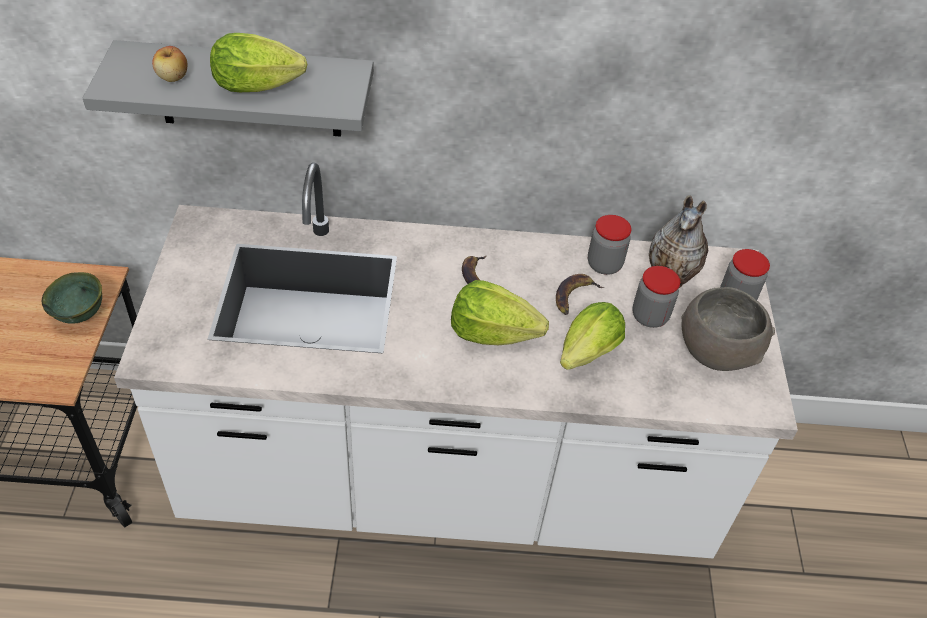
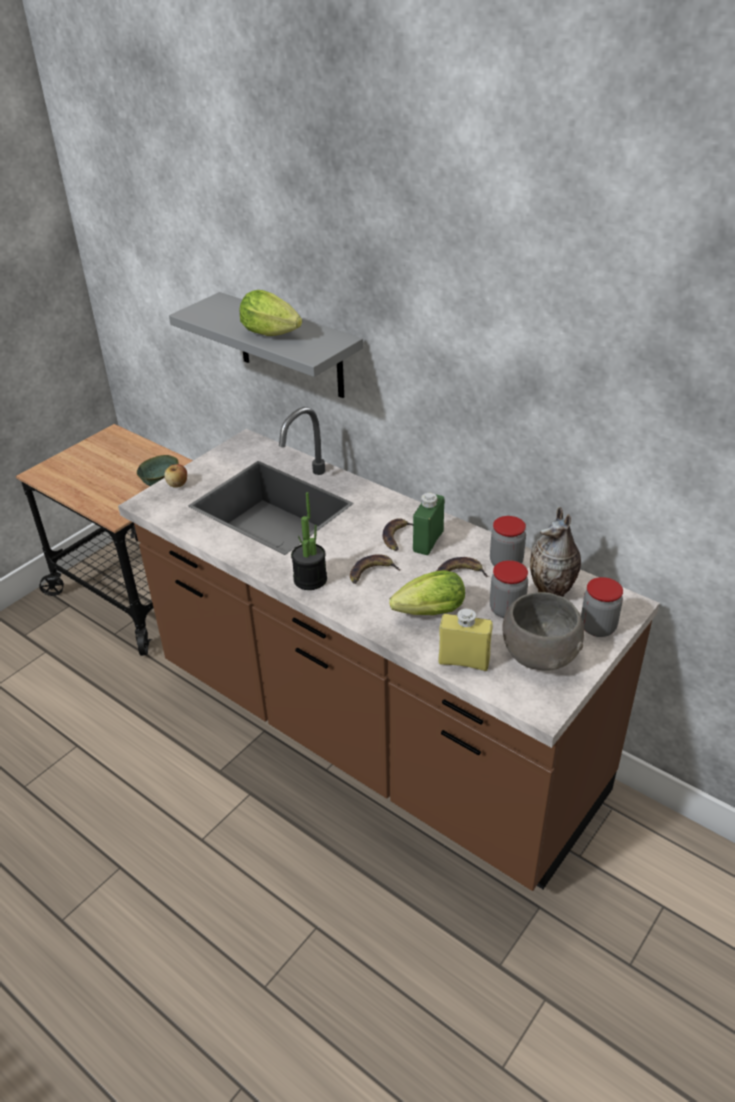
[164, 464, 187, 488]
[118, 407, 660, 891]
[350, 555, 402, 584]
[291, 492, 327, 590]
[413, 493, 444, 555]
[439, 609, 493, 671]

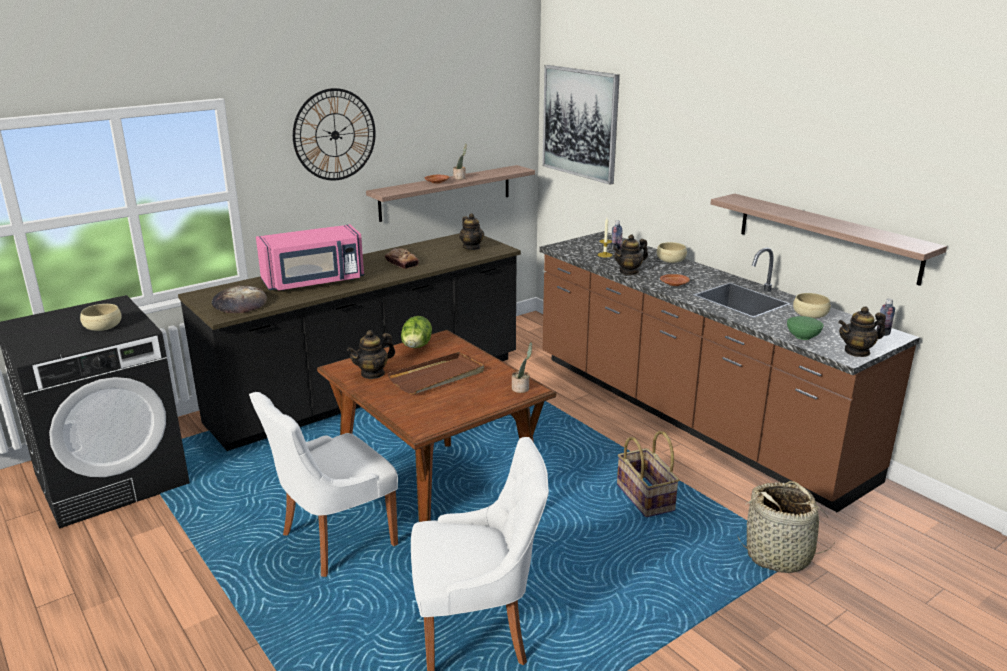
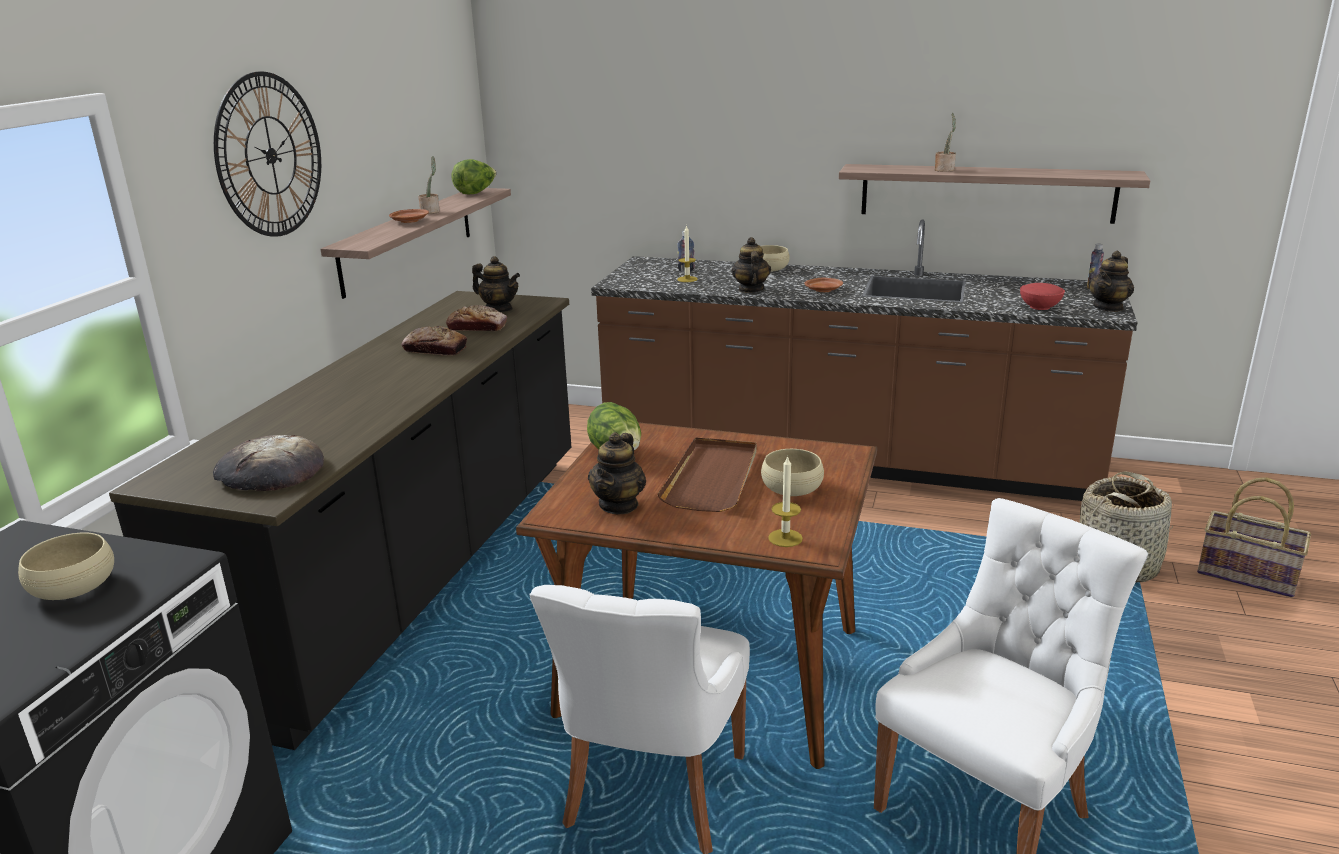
[543, 65, 620, 185] (first image)
[256, 224, 364, 291] (first image)
[731, 237, 771, 293]
[761, 449, 824, 496]
[1020, 283, 1065, 310]
[935, 113, 956, 172]
[1197, 477, 1311, 598]
[451, 159, 496, 194]
[446, 305, 507, 331]
[768, 456, 803, 547]

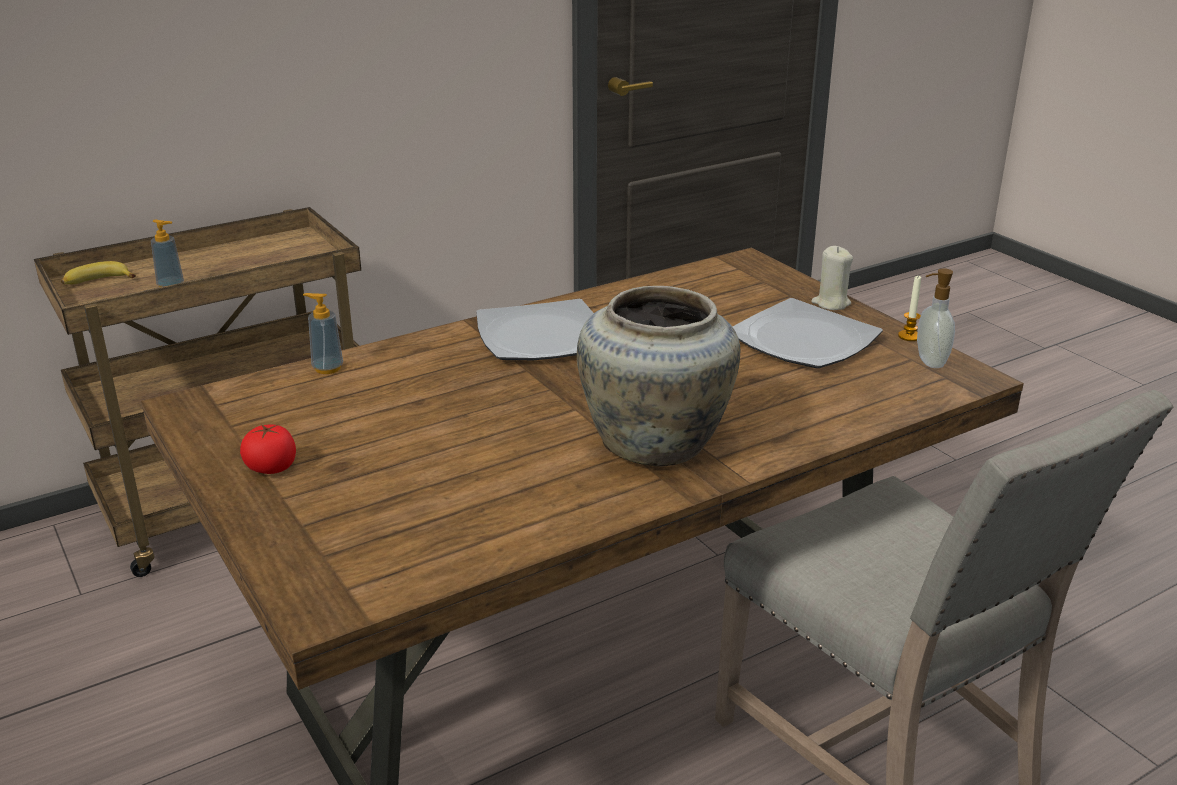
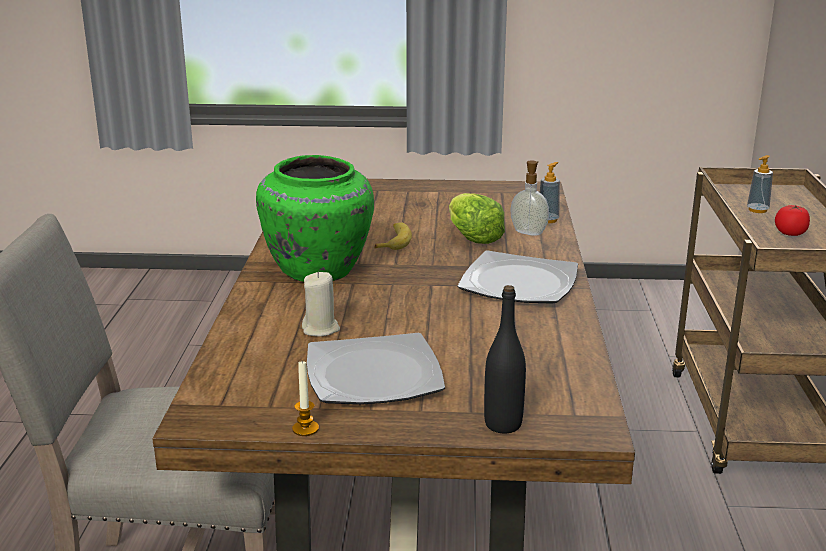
[302, 272, 340, 337]
[374, 222, 412, 250]
[510, 161, 549, 236]
[256, 155, 374, 282]
[775, 205, 810, 236]
[449, 193, 505, 244]
[484, 285, 526, 433]

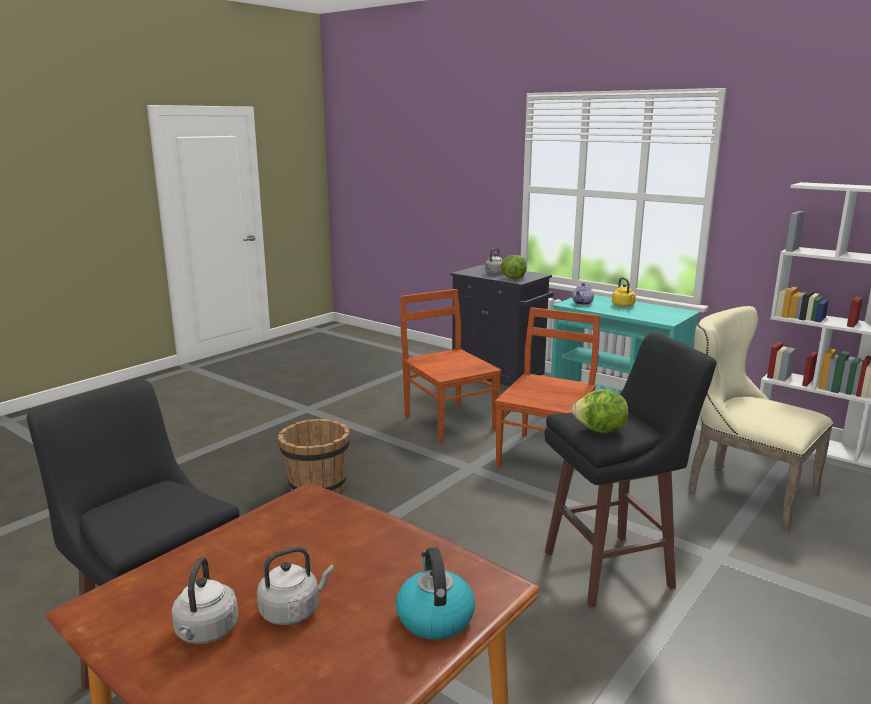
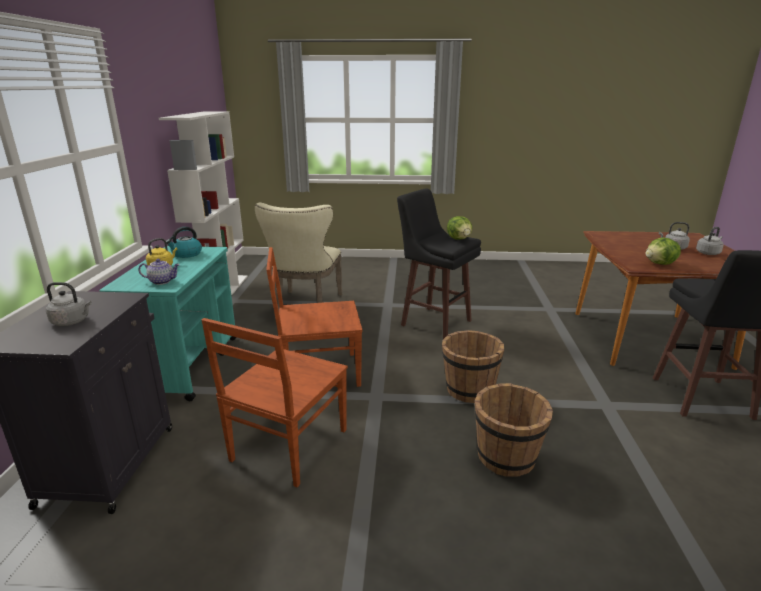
[645, 238, 681, 265]
[166, 227, 202, 258]
[442, 330, 504, 403]

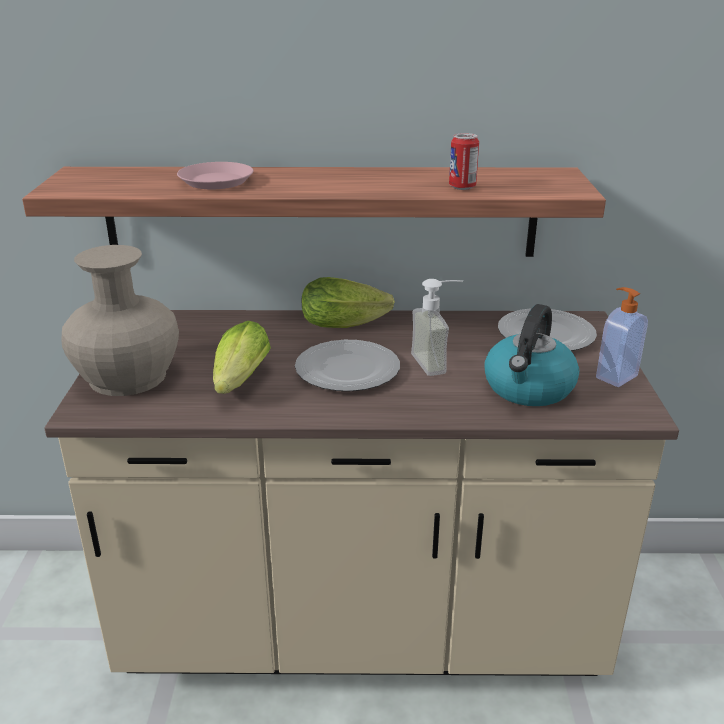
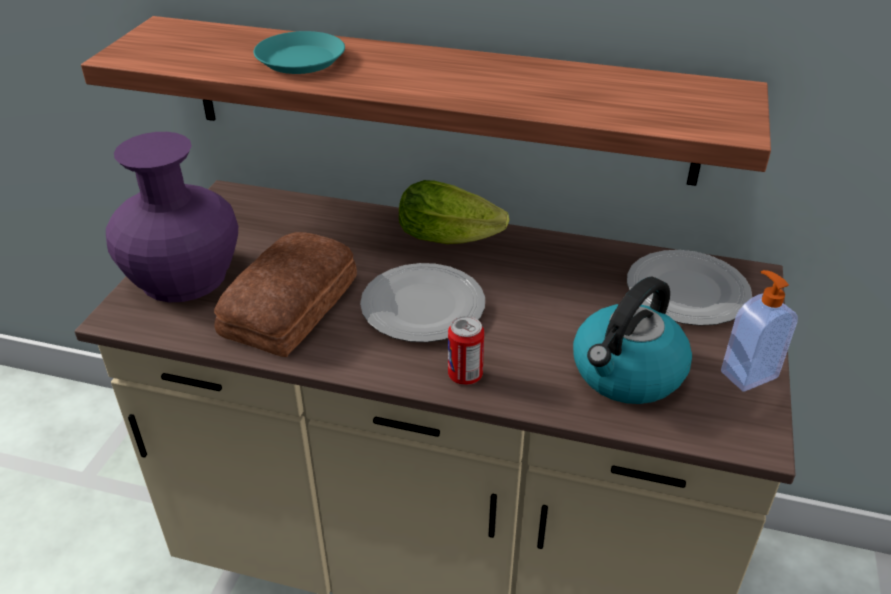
[448, 316, 484, 385]
[254, 31, 345, 74]
[106, 132, 238, 302]
[411, 279, 463, 376] (first image)
[214, 232, 357, 357]

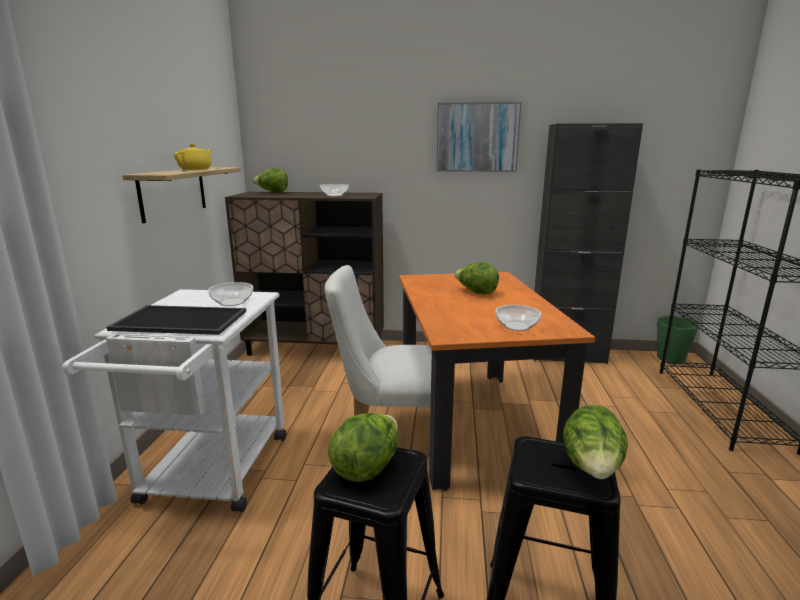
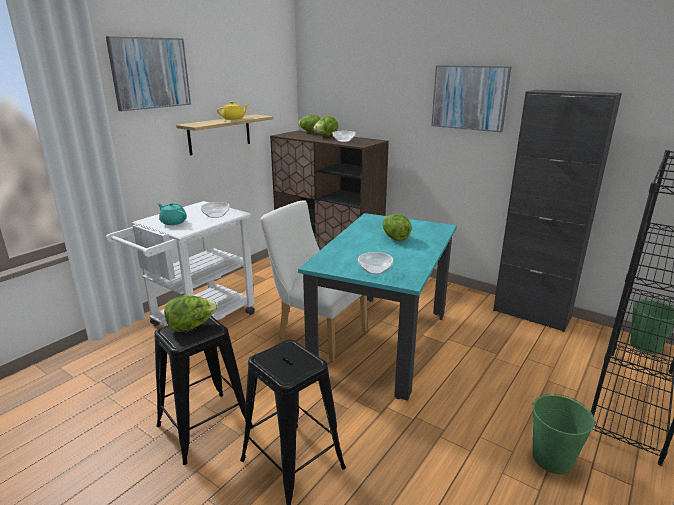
[298, 213, 457, 401]
[157, 202, 187, 225]
[313, 116, 338, 136]
[106, 36, 191, 111]
[532, 394, 596, 474]

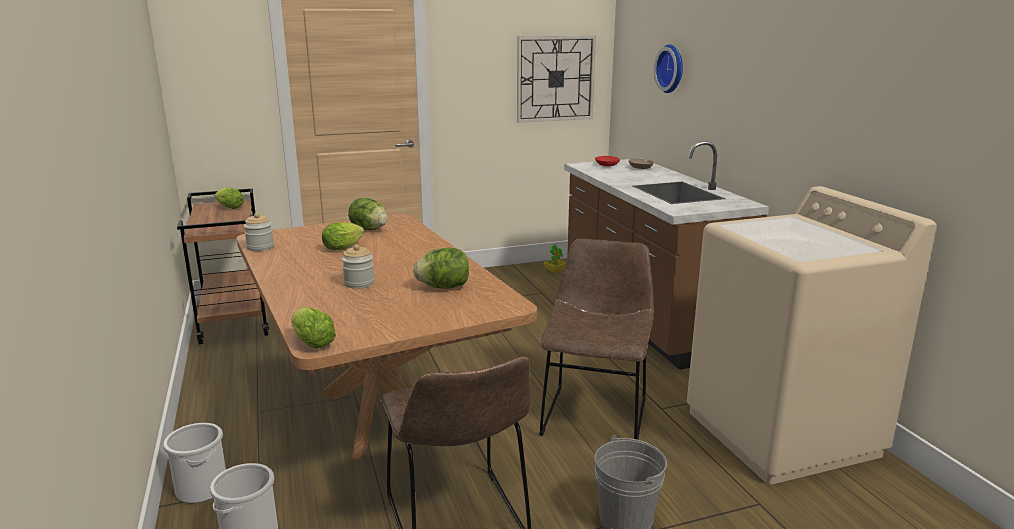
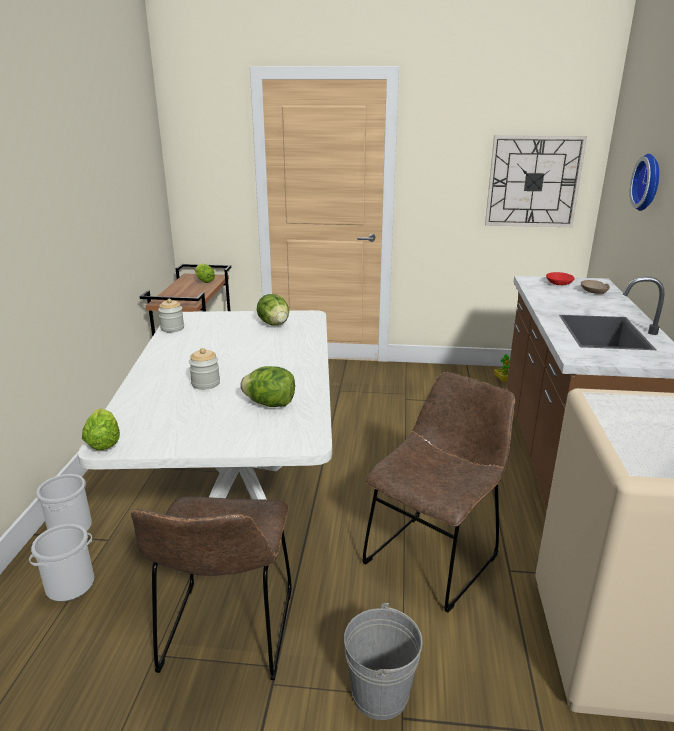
[78, 310, 332, 500]
[322, 222, 364, 250] (first image)

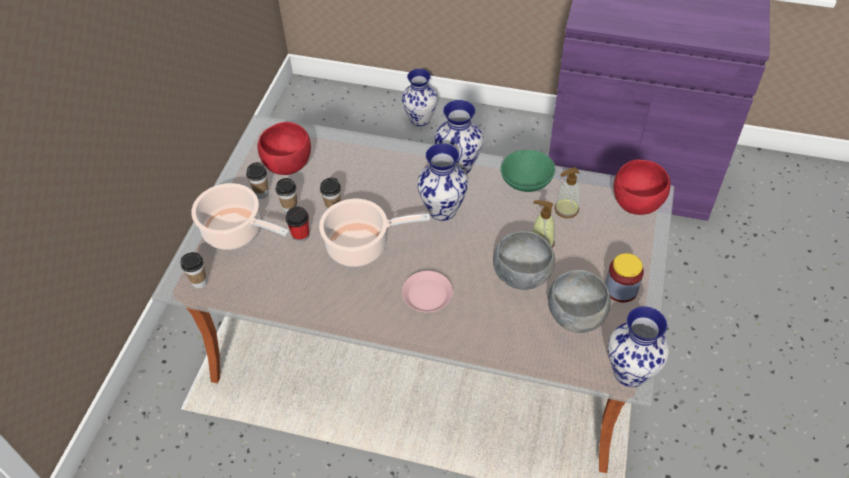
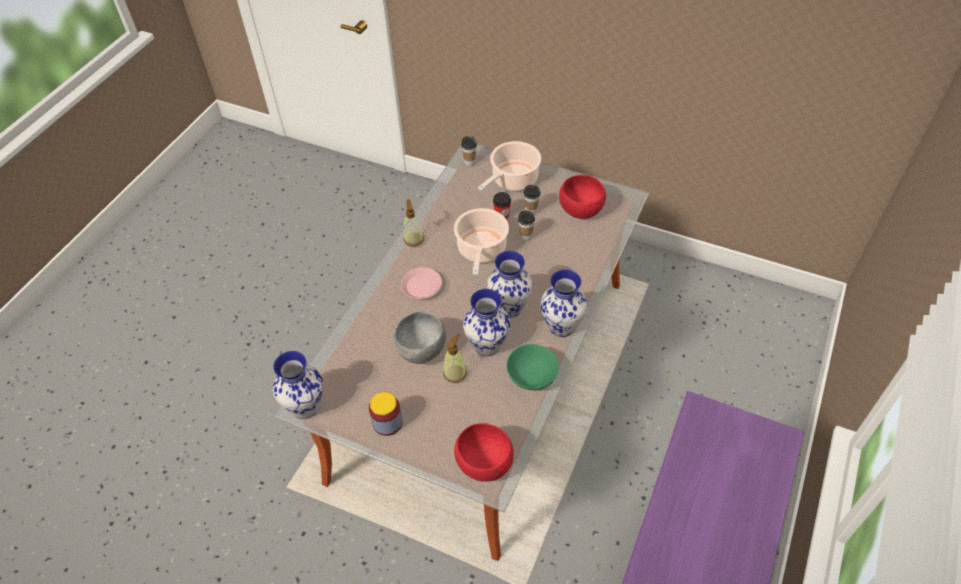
[463, 289, 510, 356]
[246, 162, 269, 199] (first image)
[403, 199, 424, 246]
[548, 270, 611, 333] (first image)

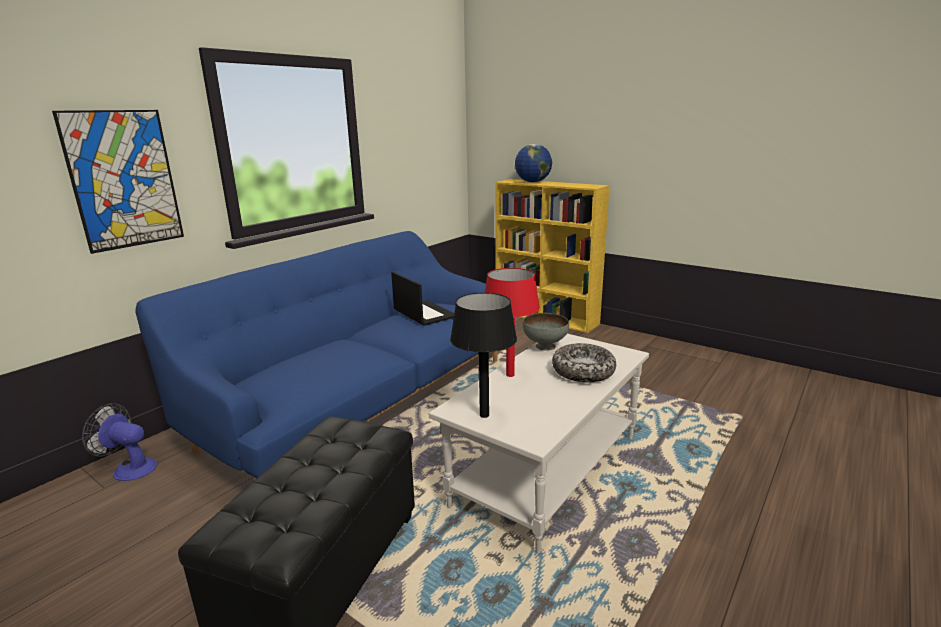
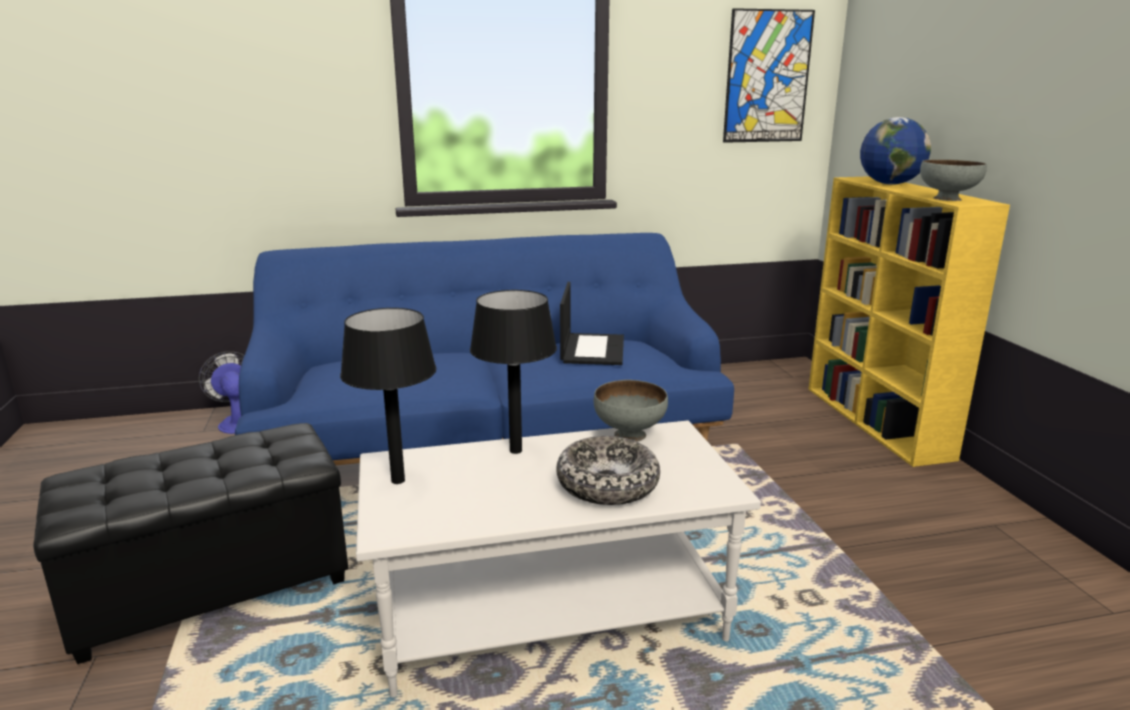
[723, 8, 815, 143]
[470, 290, 557, 454]
[920, 159, 987, 201]

